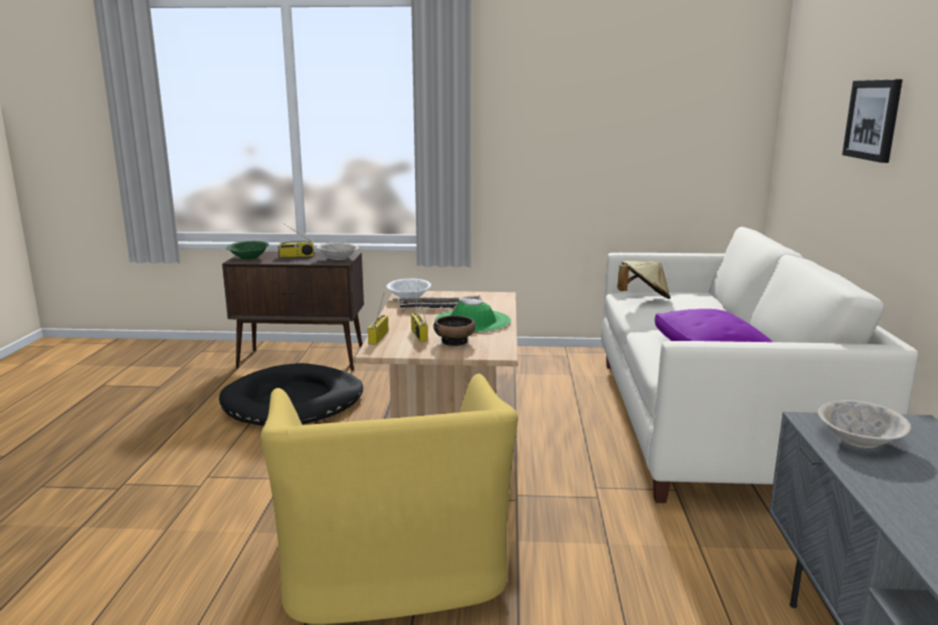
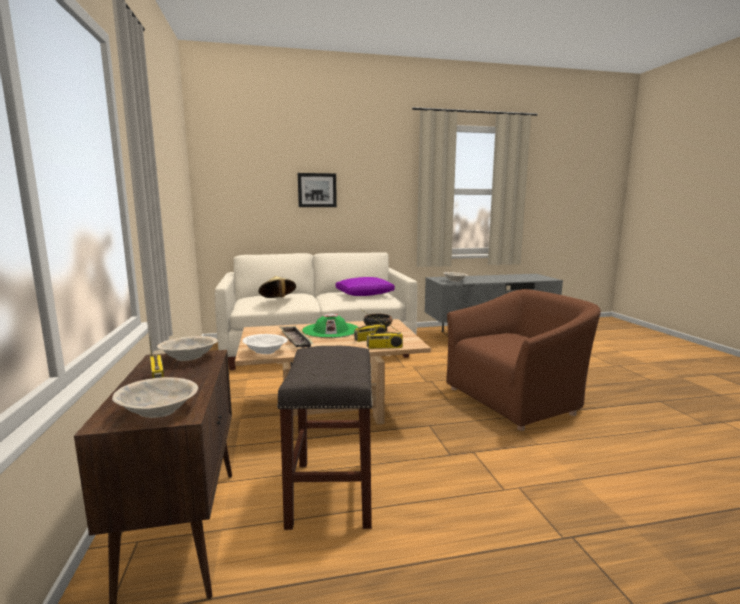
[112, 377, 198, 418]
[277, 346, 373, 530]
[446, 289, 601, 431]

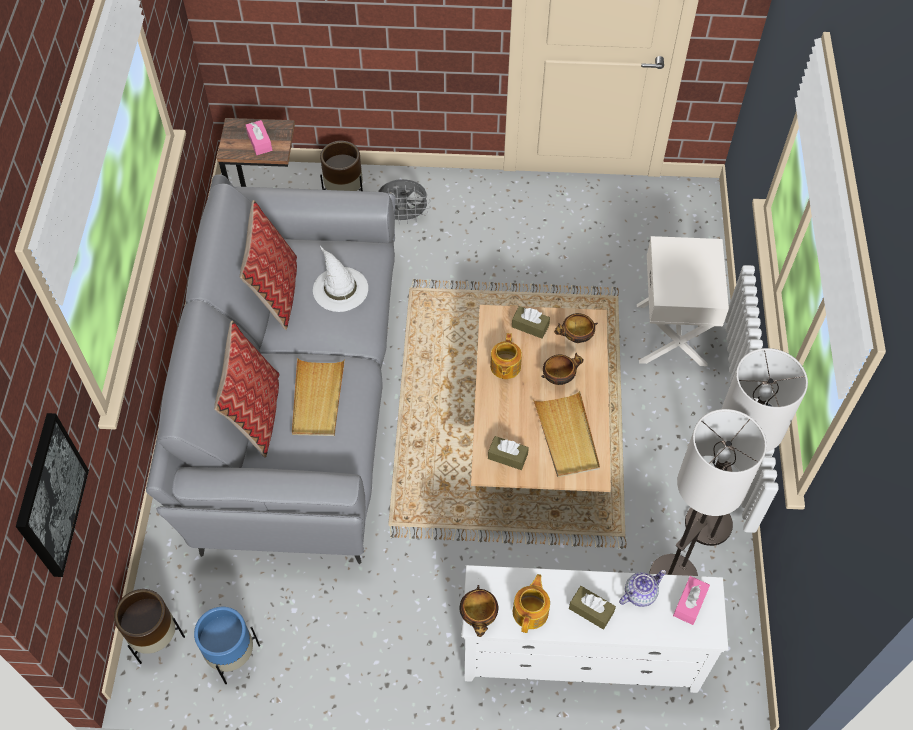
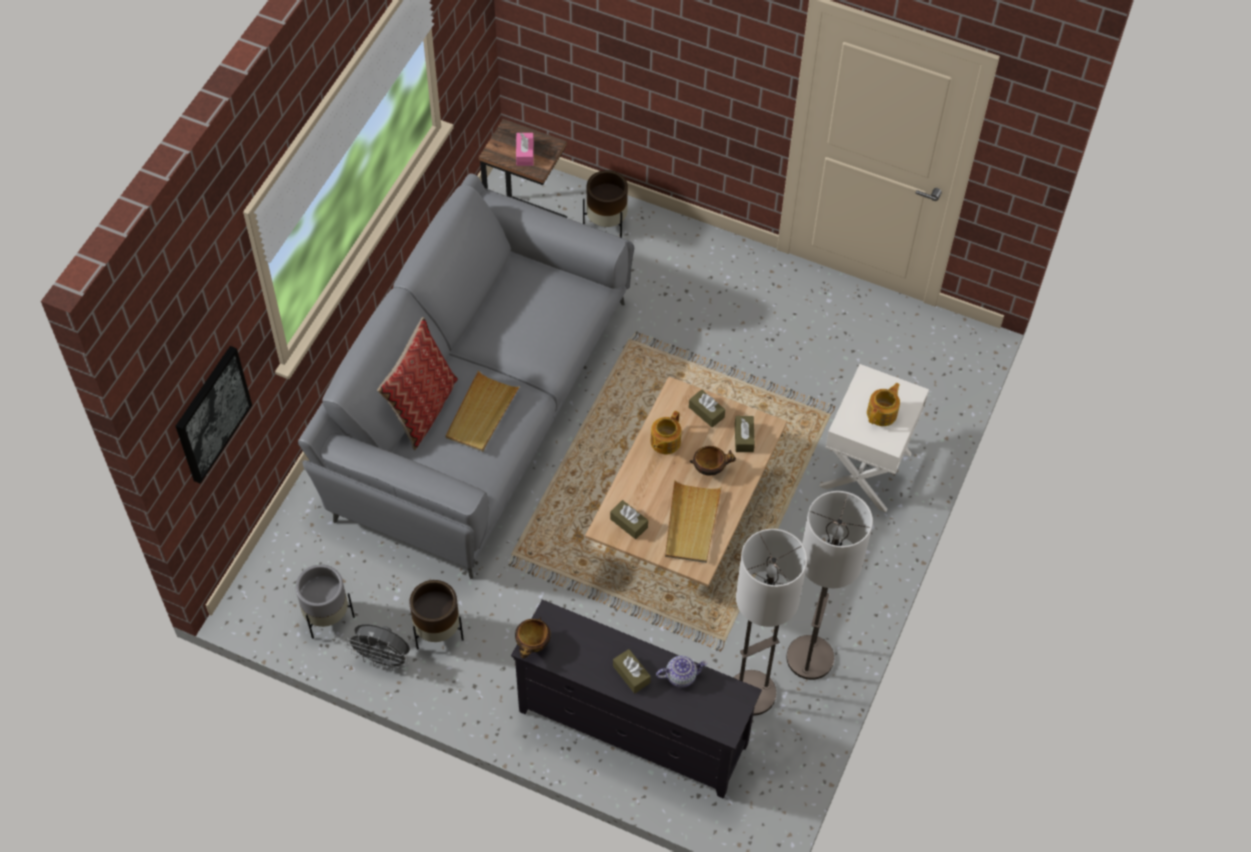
[345, 624, 410, 671]
[240, 200, 297, 330] (first image)
[313, 246, 368, 312] (first image)
[735, 416, 755, 452]
[511, 599, 762, 799]
[867, 383, 900, 426]
[673, 576, 710, 625] (first image)
[409, 580, 464, 650]
[296, 564, 355, 639]

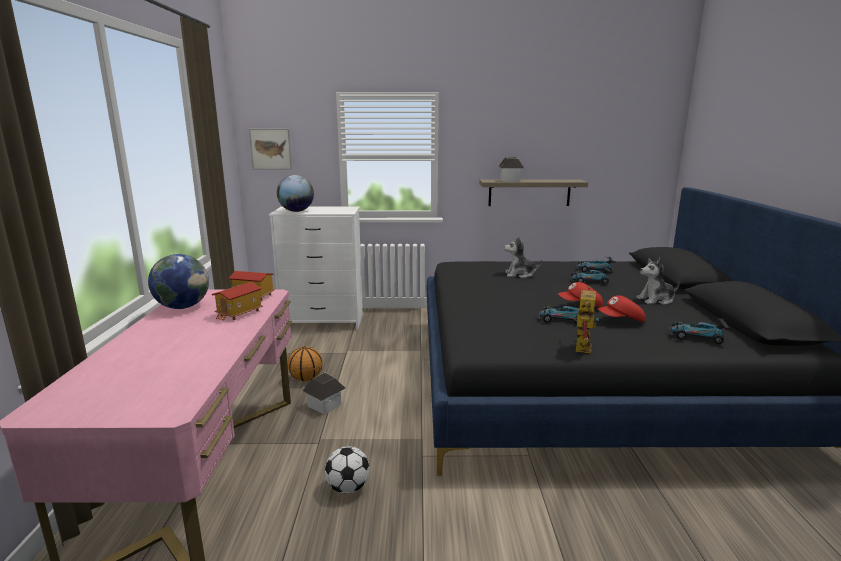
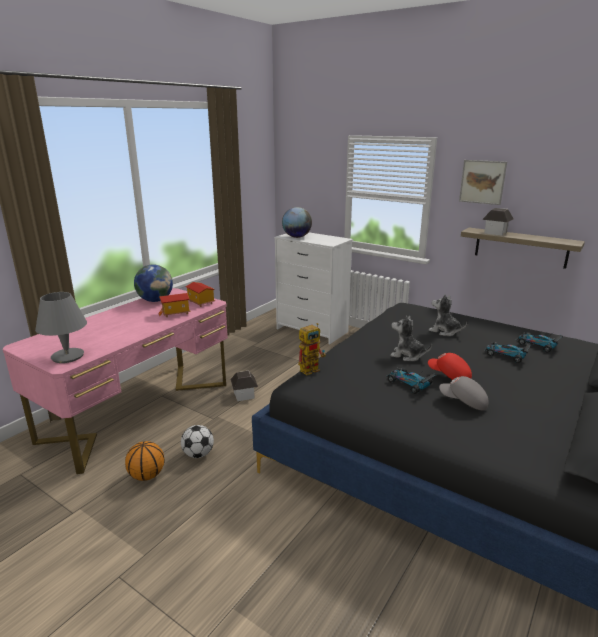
[459, 160, 507, 205]
[390, 316, 432, 361]
[298, 323, 326, 375]
[439, 376, 488, 410]
[668, 318, 731, 344] (first image)
[125, 441, 165, 481]
[35, 292, 87, 363]

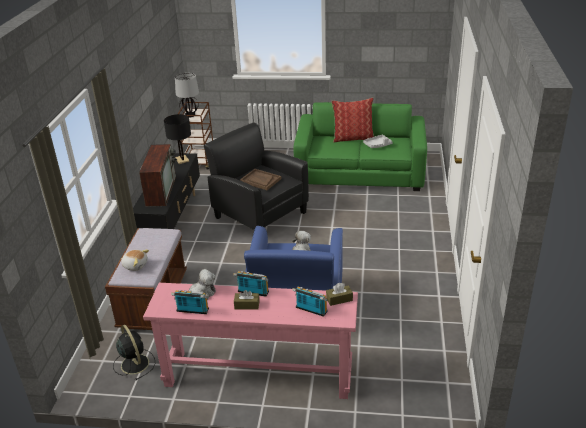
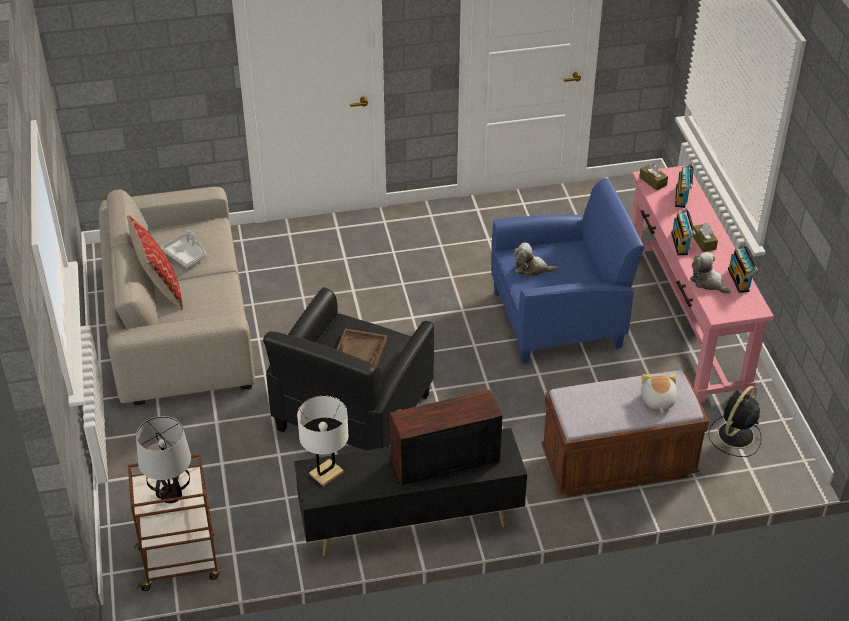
[99, 187, 255, 405]
[297, 395, 349, 486]

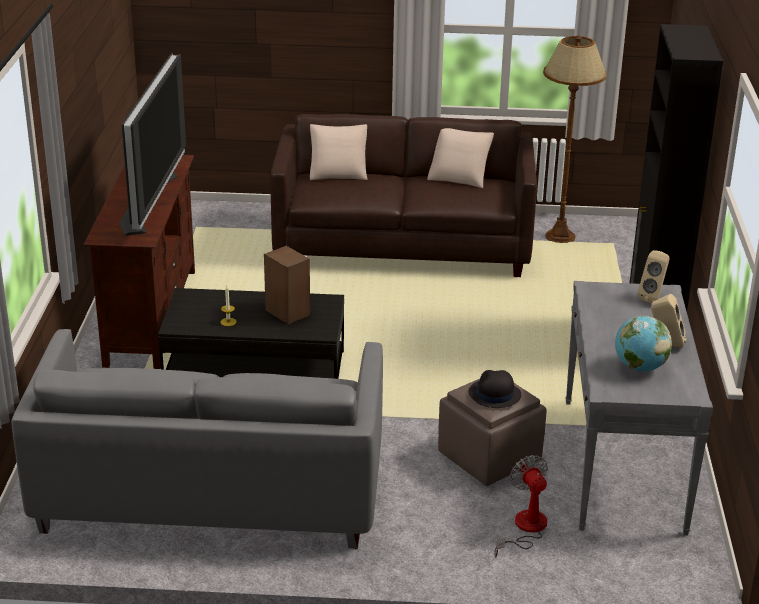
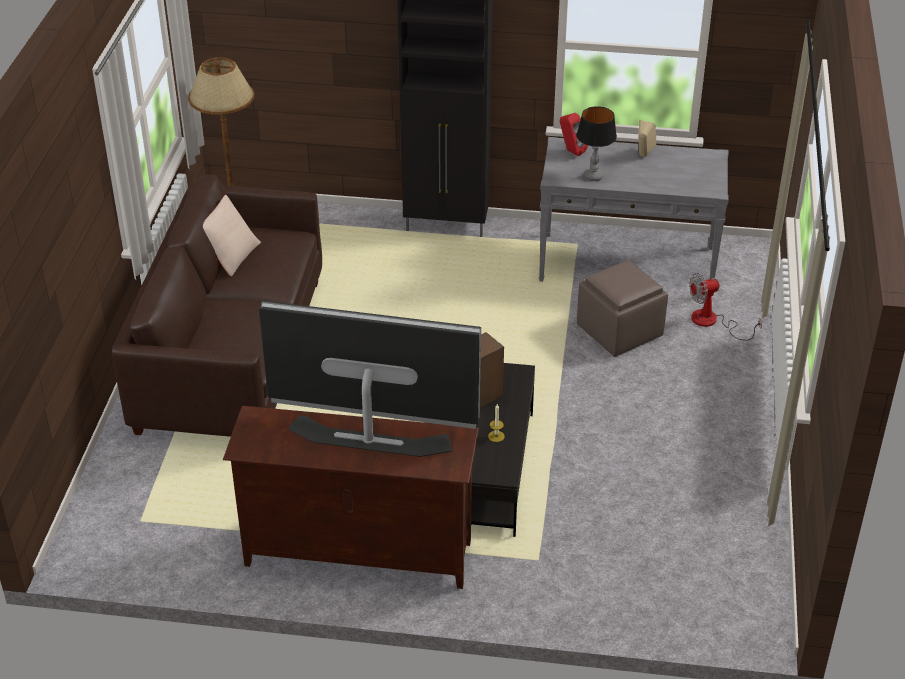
[310, 124, 368, 180] (first image)
[560, 113, 588, 156]
[615, 315, 672, 372] (first image)
[11, 329, 383, 549] (first image)
[468, 370, 521, 408] (first image)
[577, 106, 617, 181]

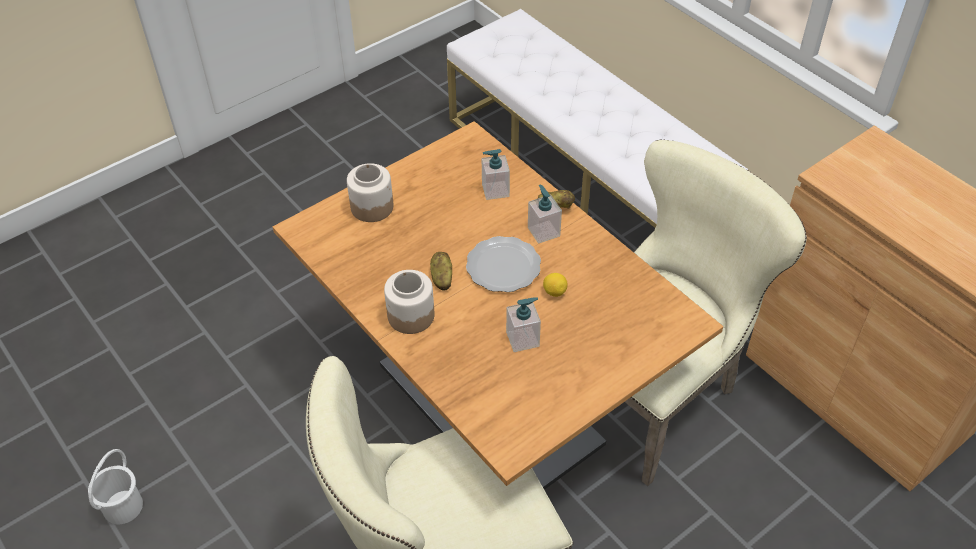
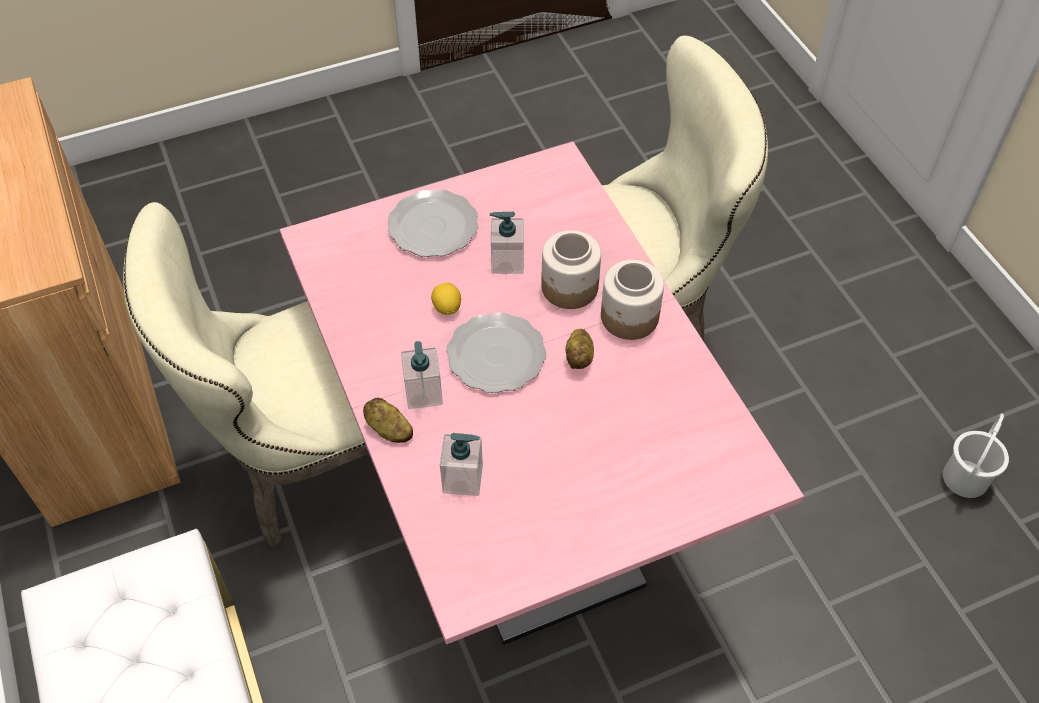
[280, 142, 804, 645]
[541, 230, 601, 309]
[388, 189, 478, 257]

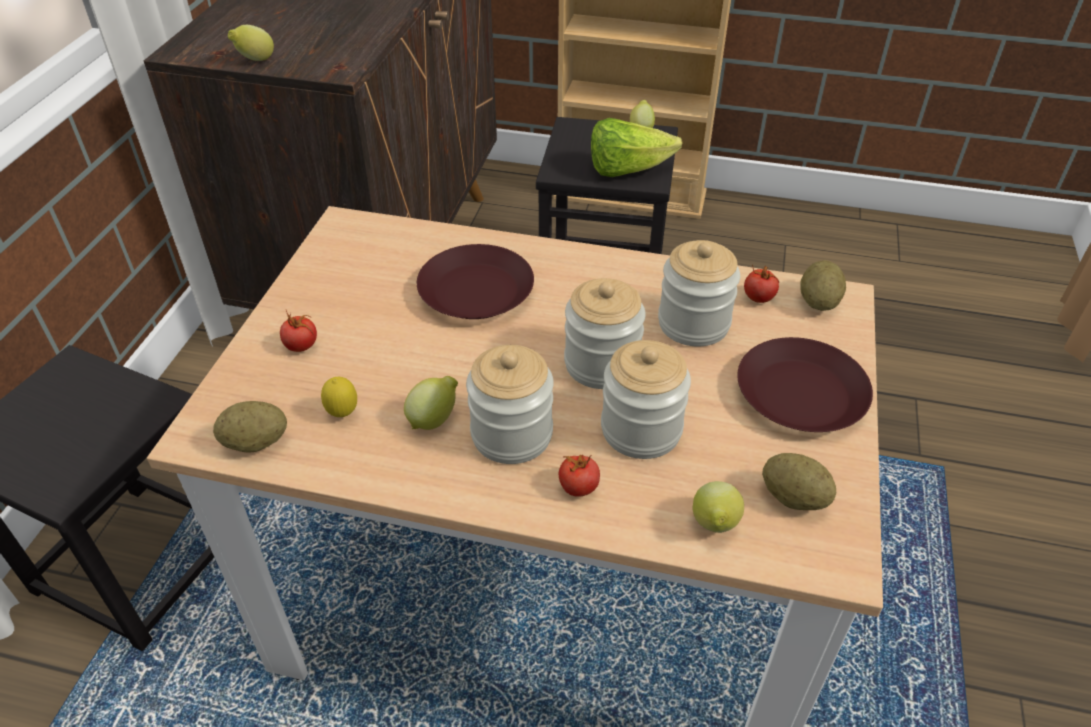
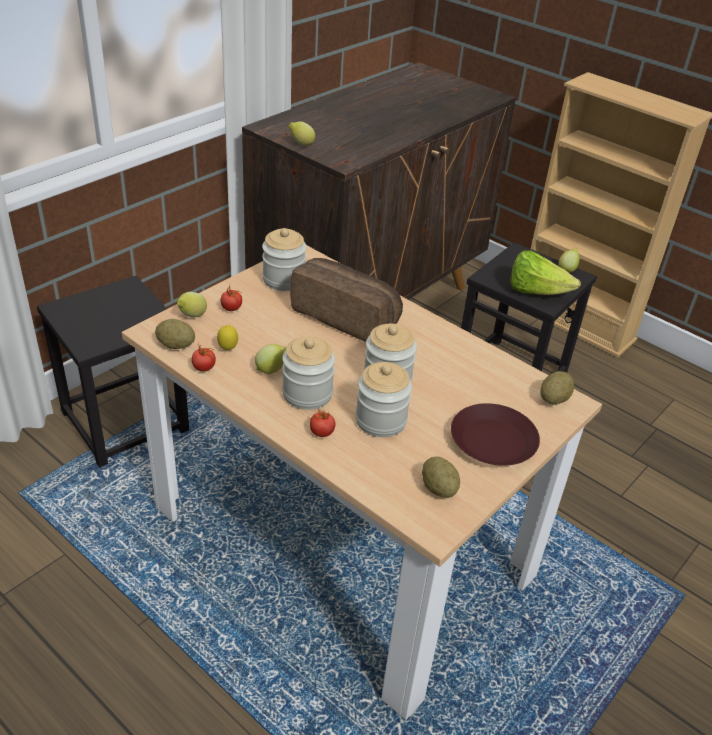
[262, 228, 307, 291]
[290, 258, 403, 342]
[192, 342, 216, 371]
[177, 292, 207, 317]

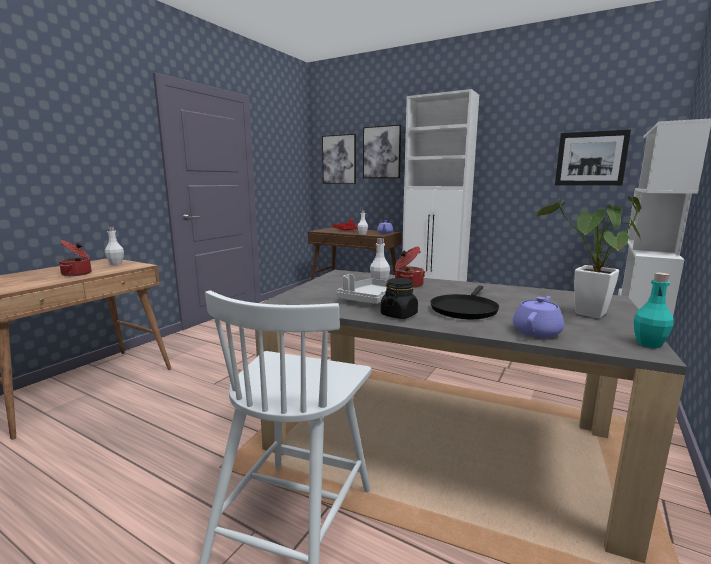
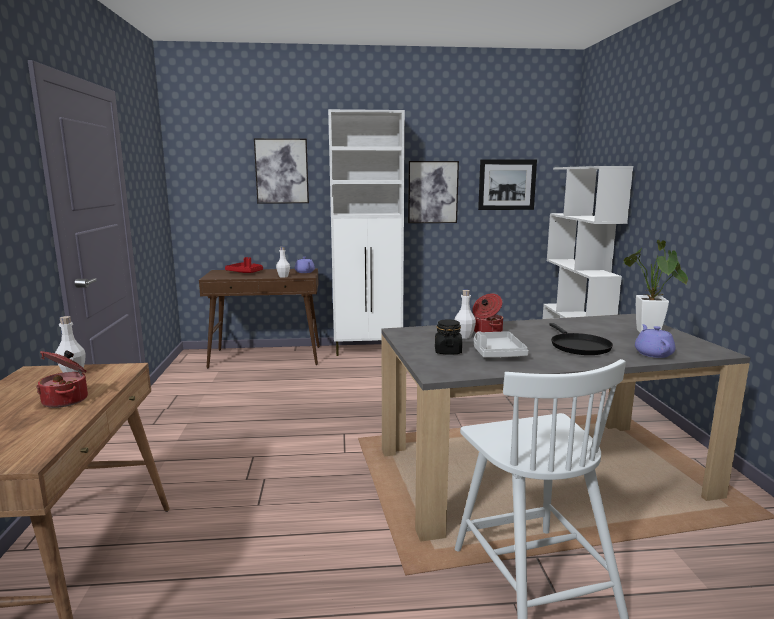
[408, 161, 459, 223]
[634, 272, 673, 348] (first image)
[435, 319, 462, 355]

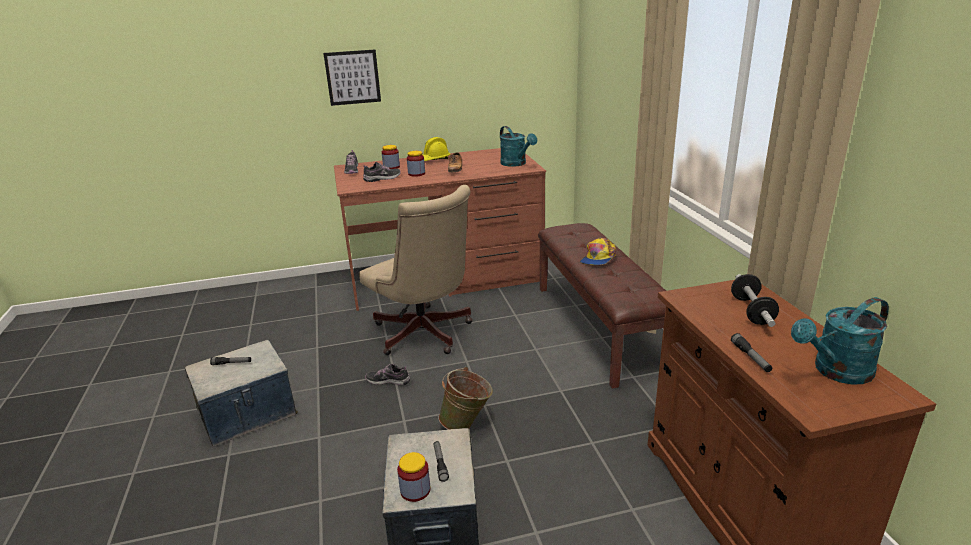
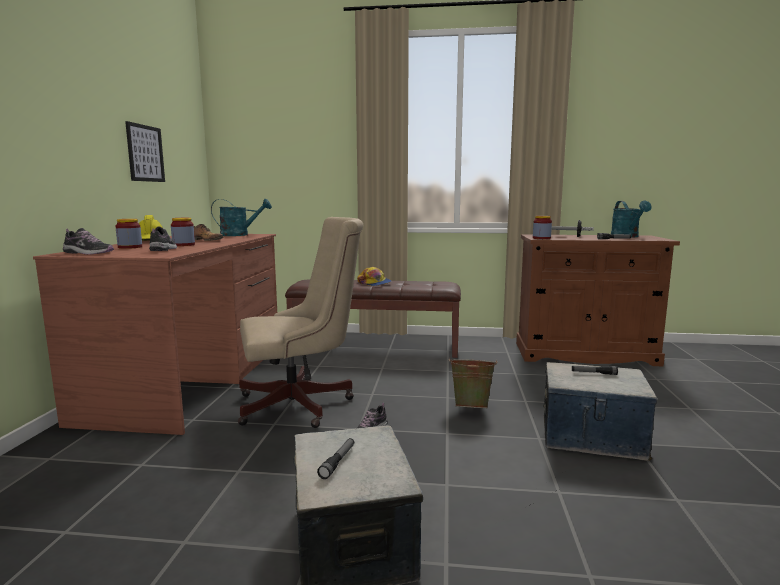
[125, 121, 165, 182]
[533, 216, 552, 239]

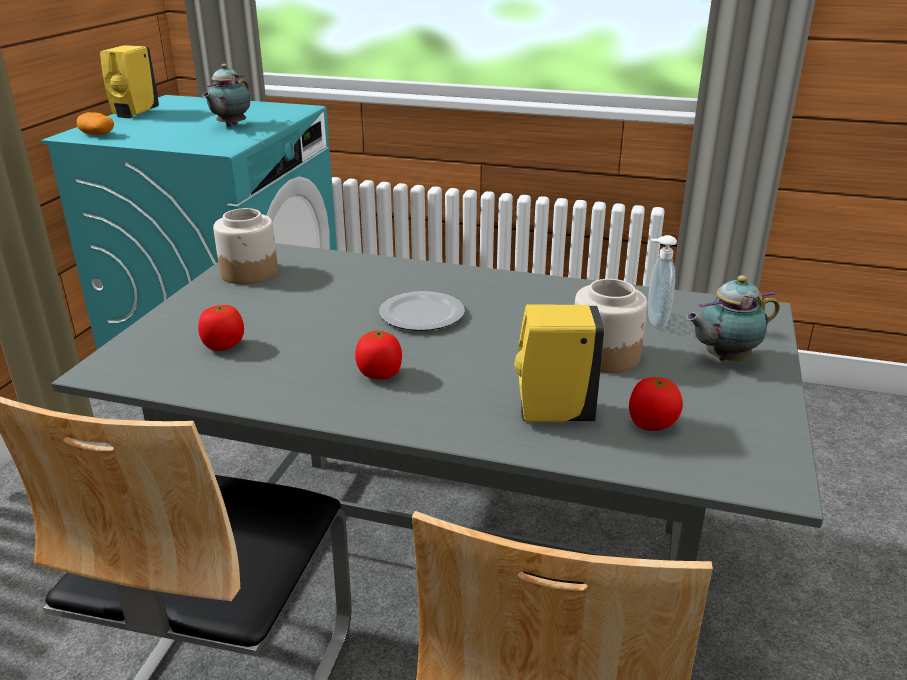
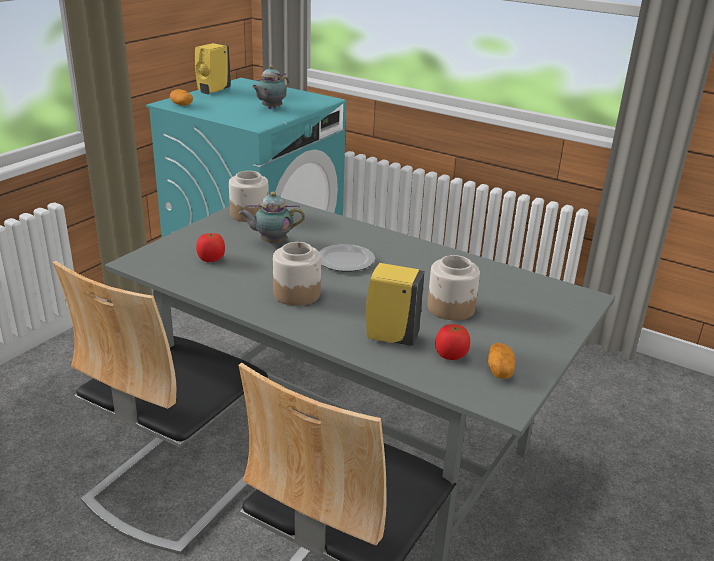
[648, 235, 677, 328] (first image)
[239, 192, 305, 243]
[273, 242, 321, 306]
[488, 343, 516, 379]

